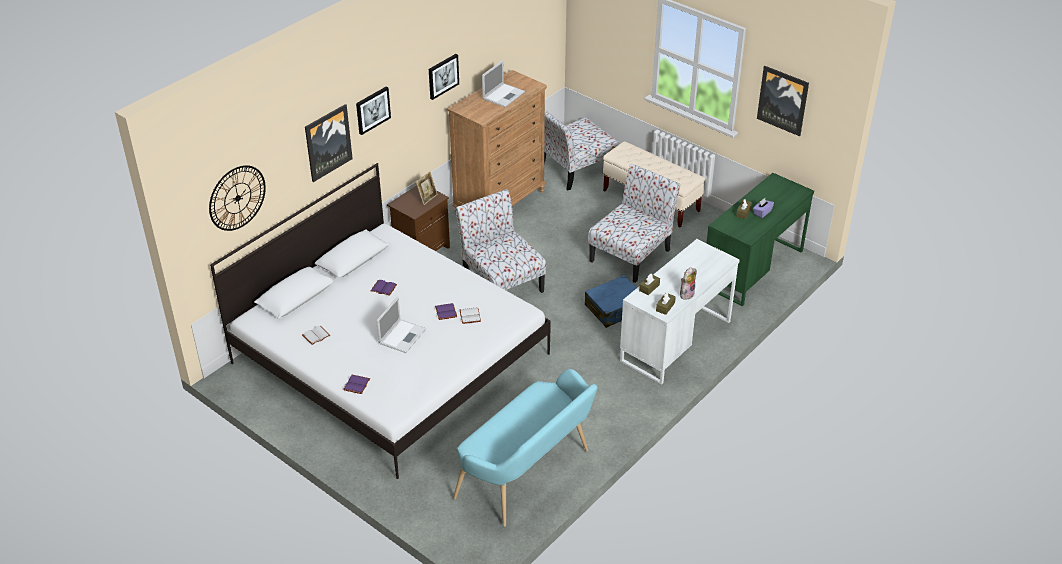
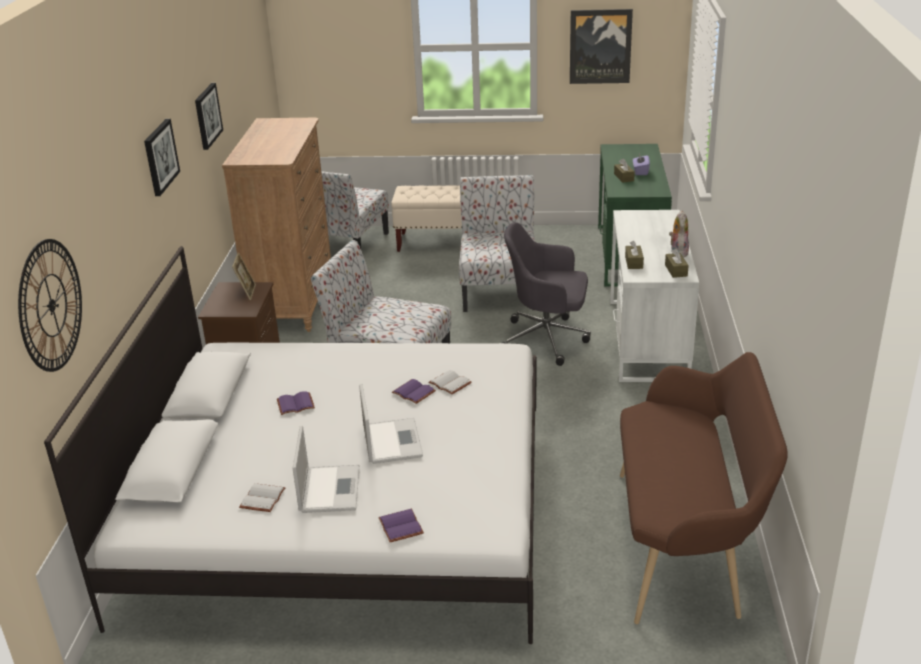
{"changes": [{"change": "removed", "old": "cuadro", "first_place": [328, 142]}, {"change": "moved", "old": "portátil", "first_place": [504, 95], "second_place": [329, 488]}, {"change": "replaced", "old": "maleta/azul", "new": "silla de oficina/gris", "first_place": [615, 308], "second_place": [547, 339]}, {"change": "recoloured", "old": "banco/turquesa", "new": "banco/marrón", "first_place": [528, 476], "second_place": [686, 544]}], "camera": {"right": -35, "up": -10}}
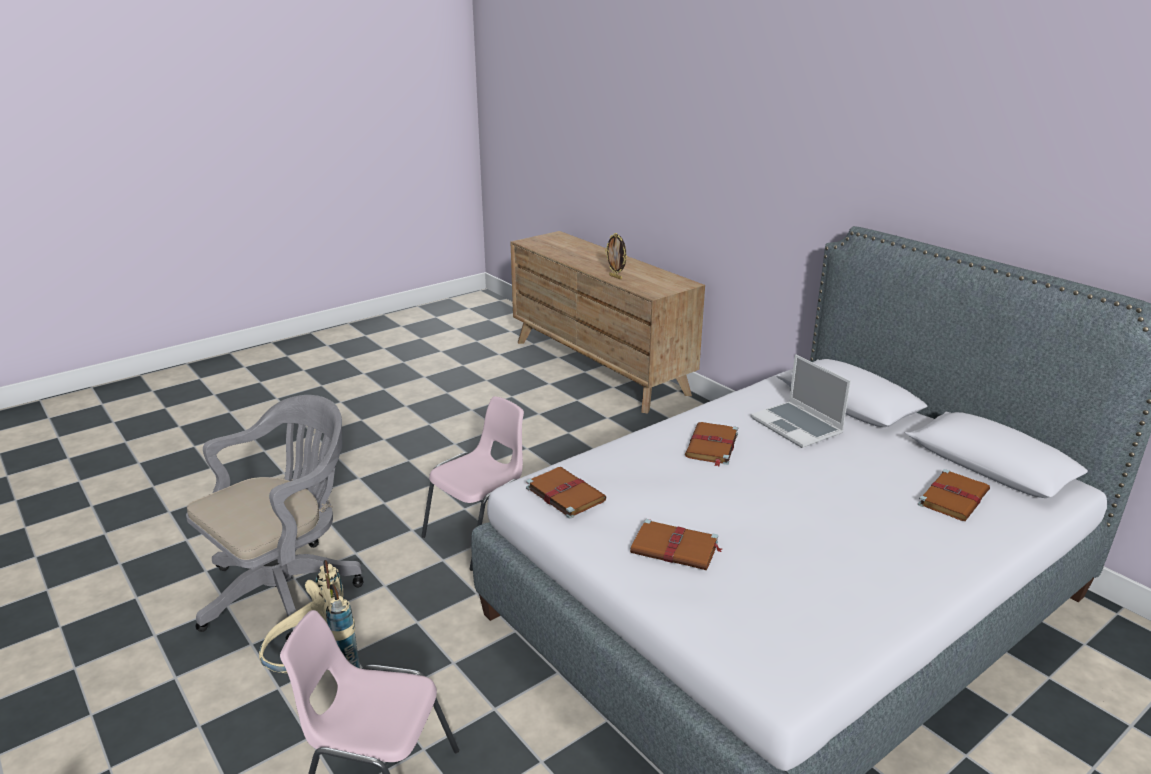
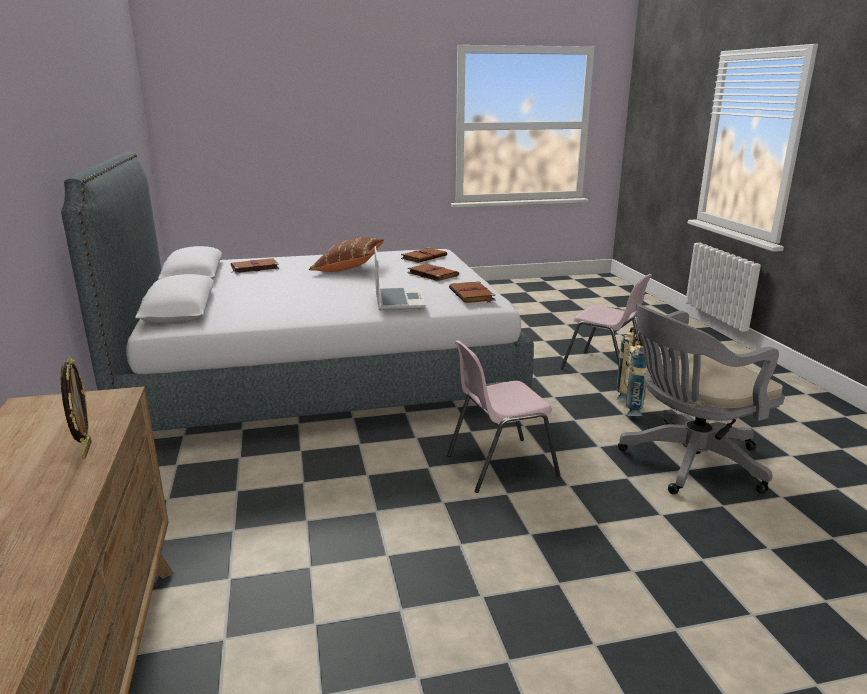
{"changes": [{"change": "added", "new": "cojín/marrón", "second_place": [348, 268]}, {"change": "moved", "old": "libro/marrón", "first_place": [711, 446], "second_place": [424, 257]}, {"change": "moved", "old": "portátil", "first_place": [798, 426], "second_place": [398, 300]}], "camera": {"right": -155, "up": -5}}
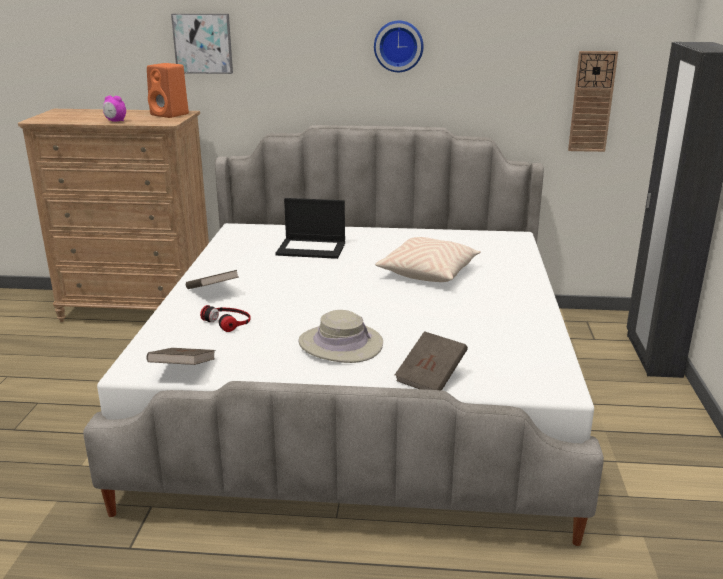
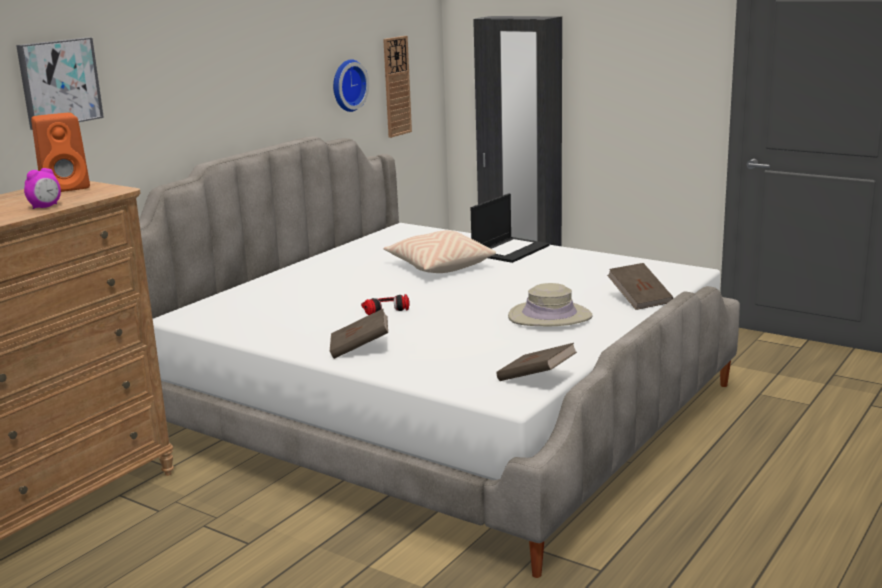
{"changes": [{"change": "moved", "old": "auriculares", "first_place": [229, 321], "second_place": [384, 308]}, {"change": "moved", "old": "portátil", "first_place": [312, 248], "second_place": [510, 250]}, {"change": "moved", "old": "reloj de pared", "first_place": [398, 46], "second_place": [347, 85]}], "camera": {"right": -60, "up": -5}}
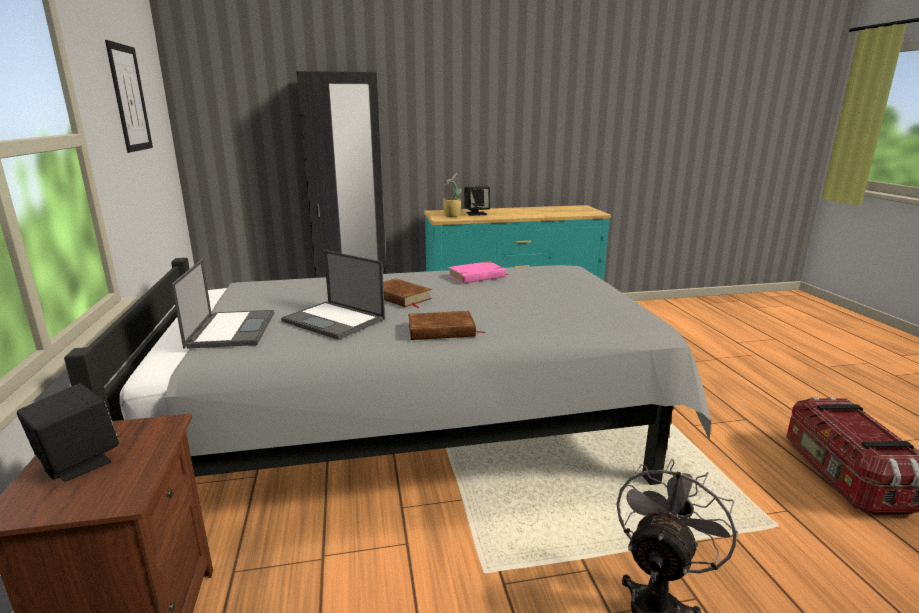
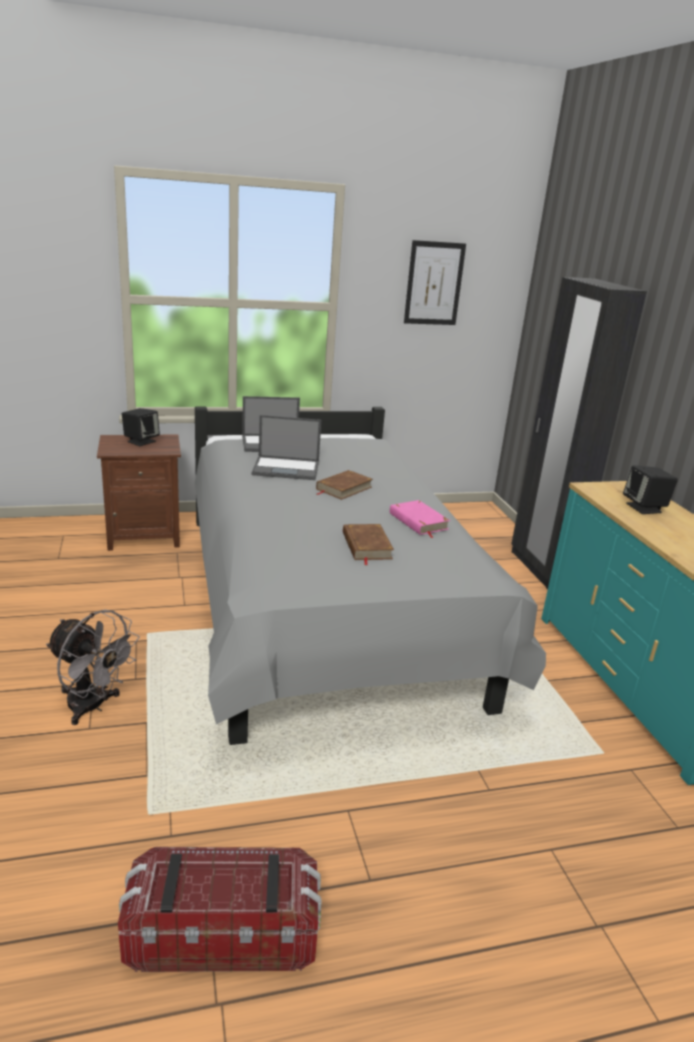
{"changes": [{"change": "removed", "old": "planta en maceta", "first_place": [451, 216]}, {"change": "moved", "old": "libro/marrón", "first_place": [441, 330], "second_place": [366, 546]}, {"change": "turned", "old": "portátil", "first_place": [335, 320], "second_place": [287, 468], "degrees": -120}], "camera": {"right": 85, "up": 5}}
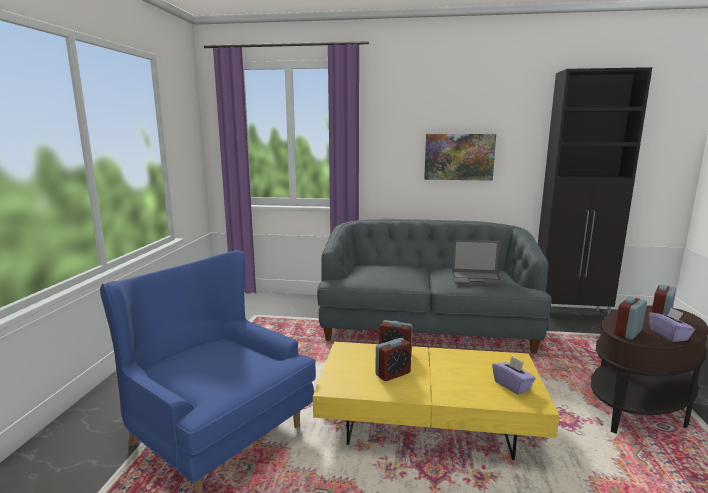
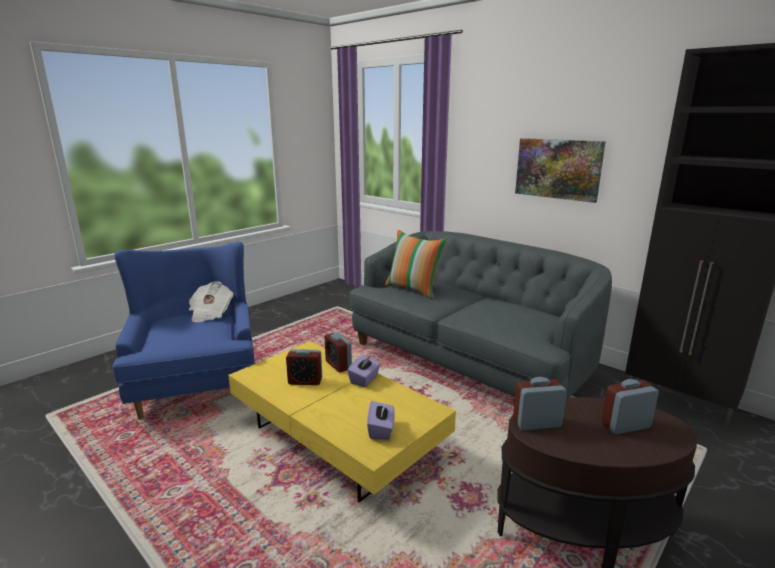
{"changes": [{"change": "removed", "old": "portátil", "first_place": [476, 278]}, {"change": "added", "new": "periódico", "second_place": [210, 313]}, {"change": "added", "new": "cojín", "second_place": [413, 289]}, {"change": "moved", "old": "caja de pañuelos/morado", "first_place": [668, 335], "second_place": [364, 379]}], "camera": {"right": 35, "up": 5}}
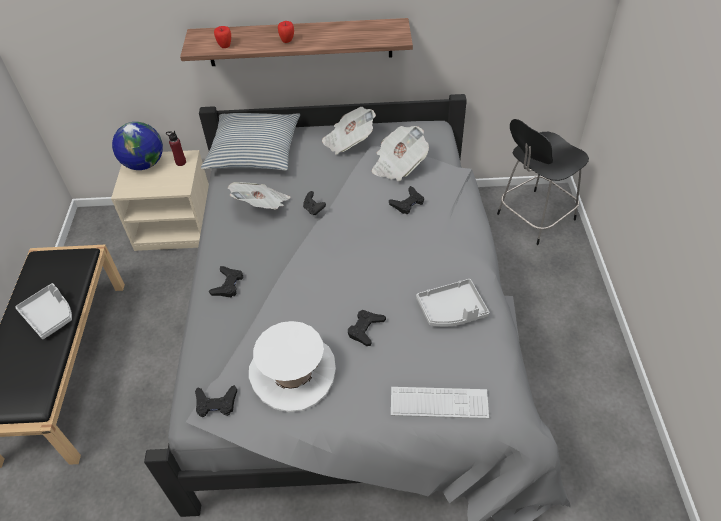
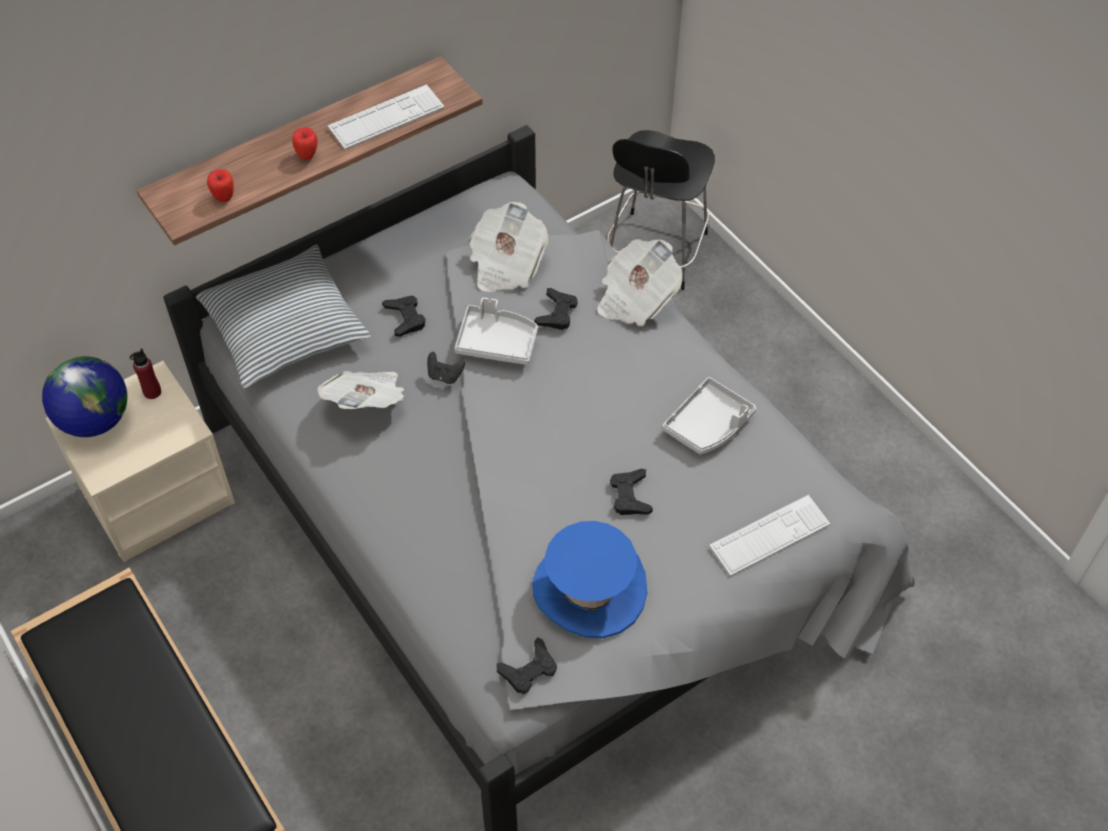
{"changes": [{"change": "added", "new": "teclado", "second_place": [386, 118]}, {"change": "moved", "old": "bandeja/gris", "first_place": [50, 315], "second_place": [497, 342]}, {"change": "moved", "old": "mando de consola/negro", "first_place": [228, 284], "second_place": [405, 318]}, {"change": "moved", "old": "periódico", "first_place": [348, 142], "second_place": [636, 298]}, {"change": "recoloured", "old": "sombrero/blanco", "new": "sombrero/azul", "first_place": [293, 373], "second_place": [589, 589]}], "camera": {"right": -35, "up": 5}}
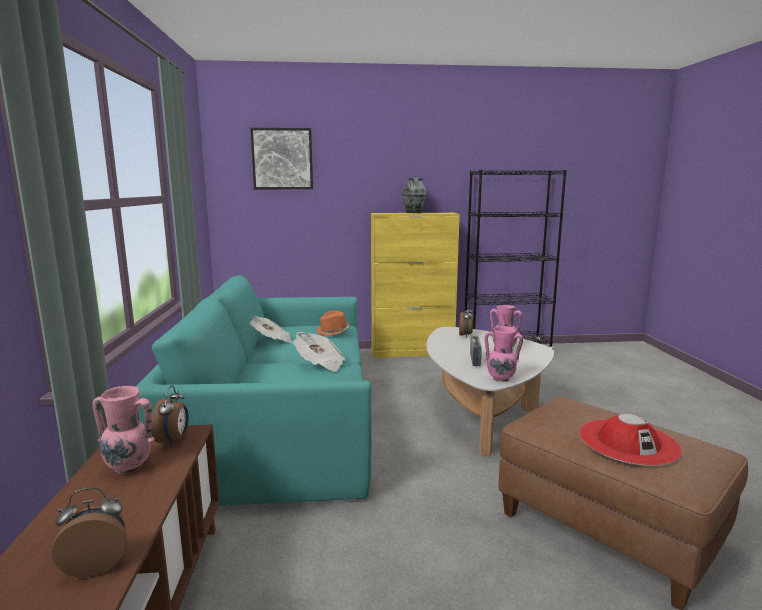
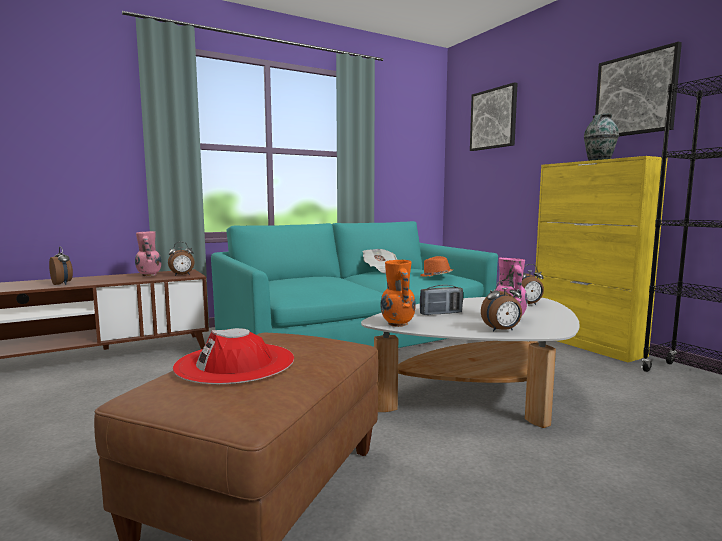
{"changes": [{"change": "removed", "old": "periódico", "first_place": [320, 364]}, {"change": "added", "new": "despertador", "second_place": [502, 330]}, {"change": "added", "new": "cuadro", "second_place": [635, 94]}, {"change": "recoloured", "old": "florero/rosa", "new": "florero/naranja", "first_place": [501, 379], "second_place": [397, 324]}], "camera": {"right": 65, "up": -5}}
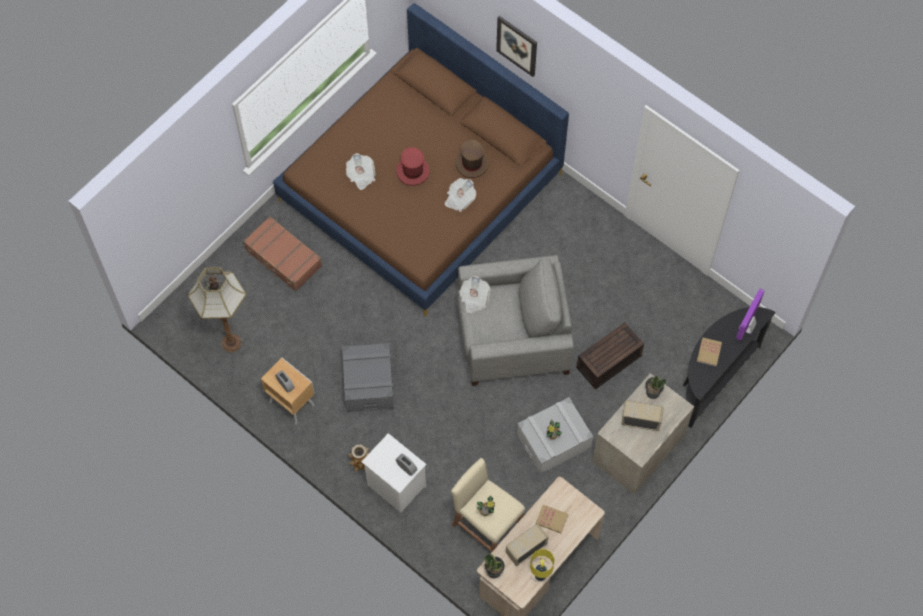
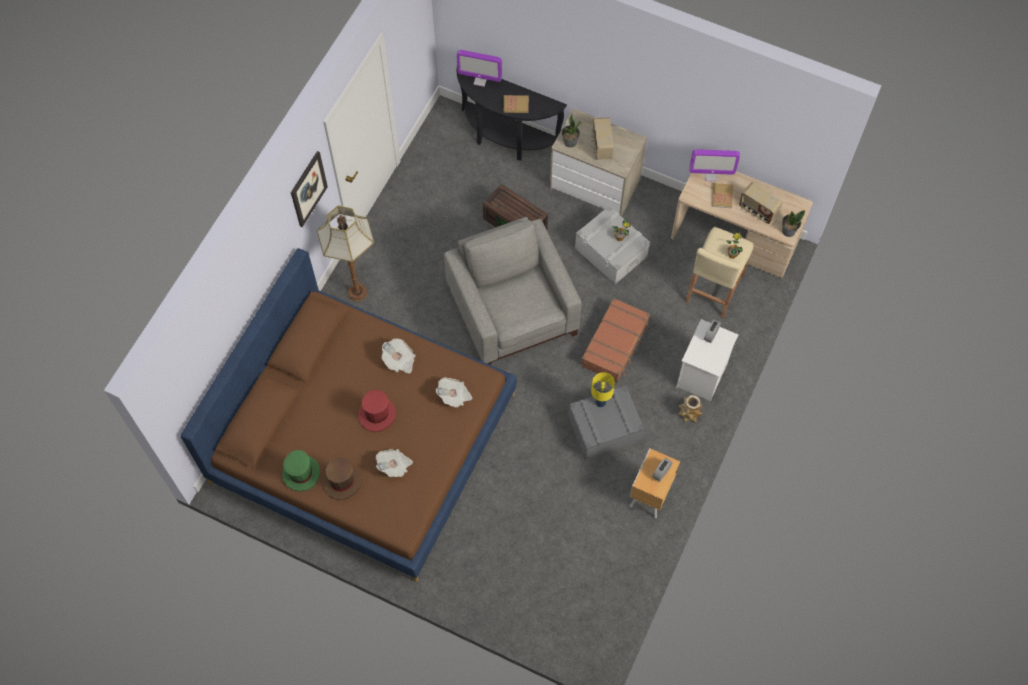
{"changes": [{"change": "added", "new": "sombrero/verde", "second_place": [301, 473]}, {"change": "added", "new": "monitor", "second_place": [710, 175]}, {"change": "moved", "old": "lámpara de pie", "first_place": [231, 344], "second_place": [358, 292]}, {"change": "moved", "old": "maleta/marrón", "first_place": [283, 258], "second_place": [615, 344]}, {"change": "moved", "old": "sombrero/marrón", "first_place": [471, 164], "second_place": [342, 482]}, {"change": "moved", "old": "periódico", "first_place": [474, 299], "second_place": [454, 396]}, {"change": "moved", "old": "cuadro", "first_place": [517, 45], "second_place": [308, 189]}, {"change": "moved", "old": "lámpara de mesa/amarillo", "first_place": [540, 575], "second_place": [600, 402]}], "camera": {"right": -105, "up": 0}}
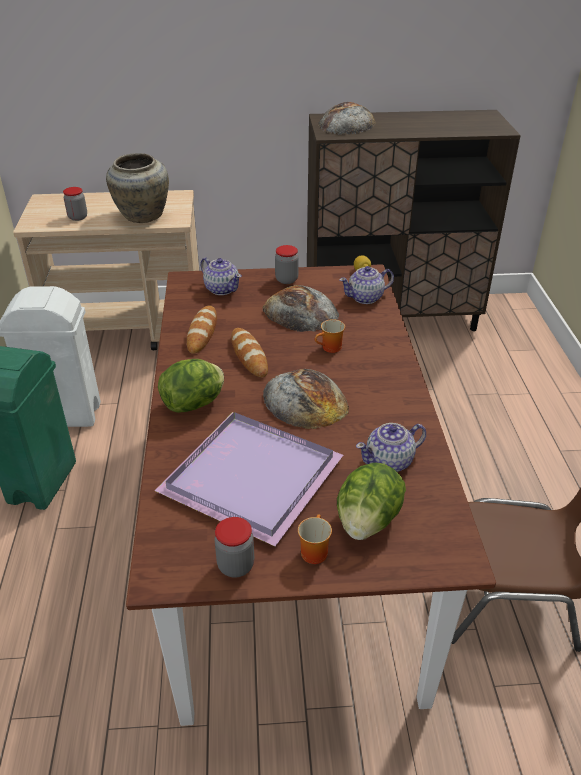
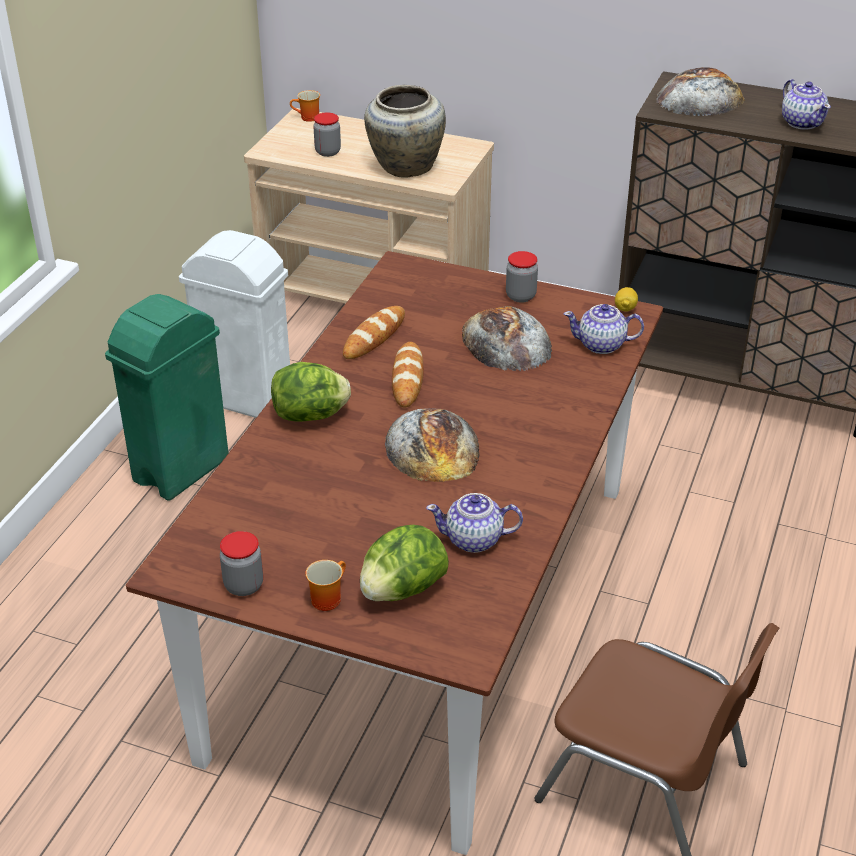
{"changes": [{"change": "removed", "old": "bandeja/morado", "first_place": [251, 474]}, {"change": "moved", "old": "tetera", "first_place": [222, 289], "second_place": [802, 122]}, {"change": "moved", "old": "taza grande", "first_place": [330, 348], "second_place": [307, 118]}], "camera": {"right": 25, "up": 0}}
